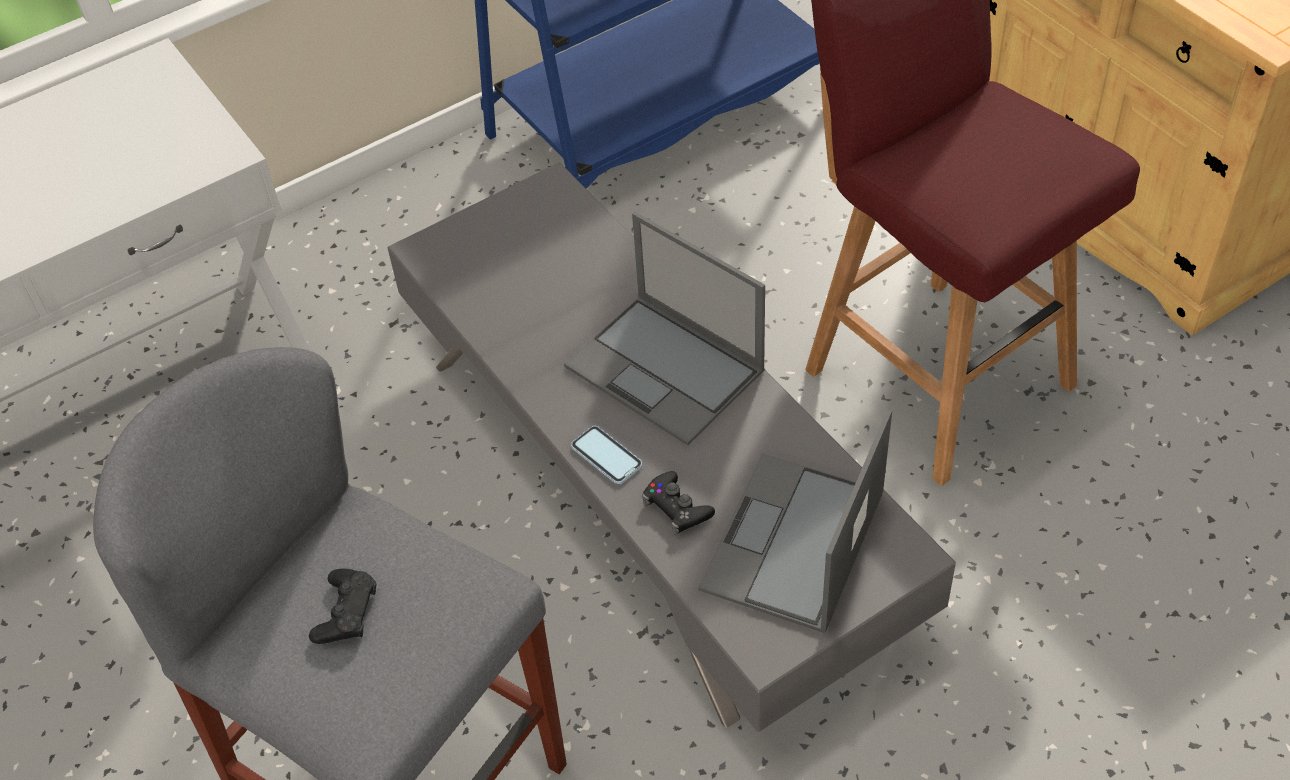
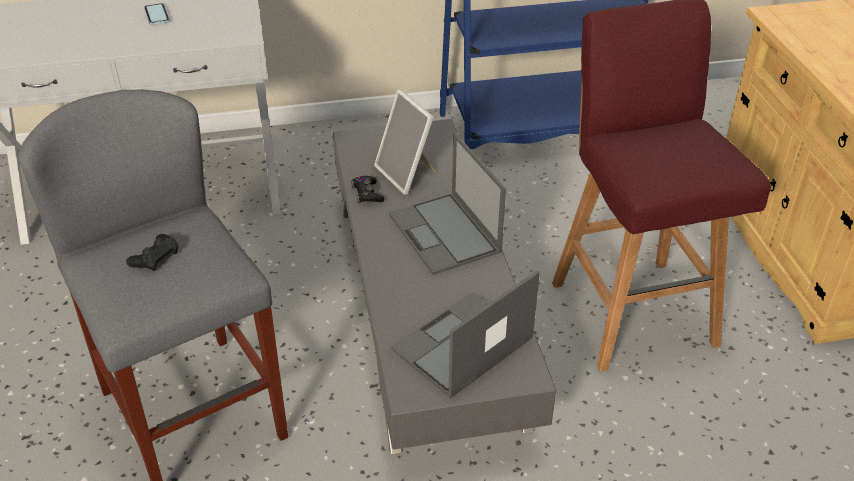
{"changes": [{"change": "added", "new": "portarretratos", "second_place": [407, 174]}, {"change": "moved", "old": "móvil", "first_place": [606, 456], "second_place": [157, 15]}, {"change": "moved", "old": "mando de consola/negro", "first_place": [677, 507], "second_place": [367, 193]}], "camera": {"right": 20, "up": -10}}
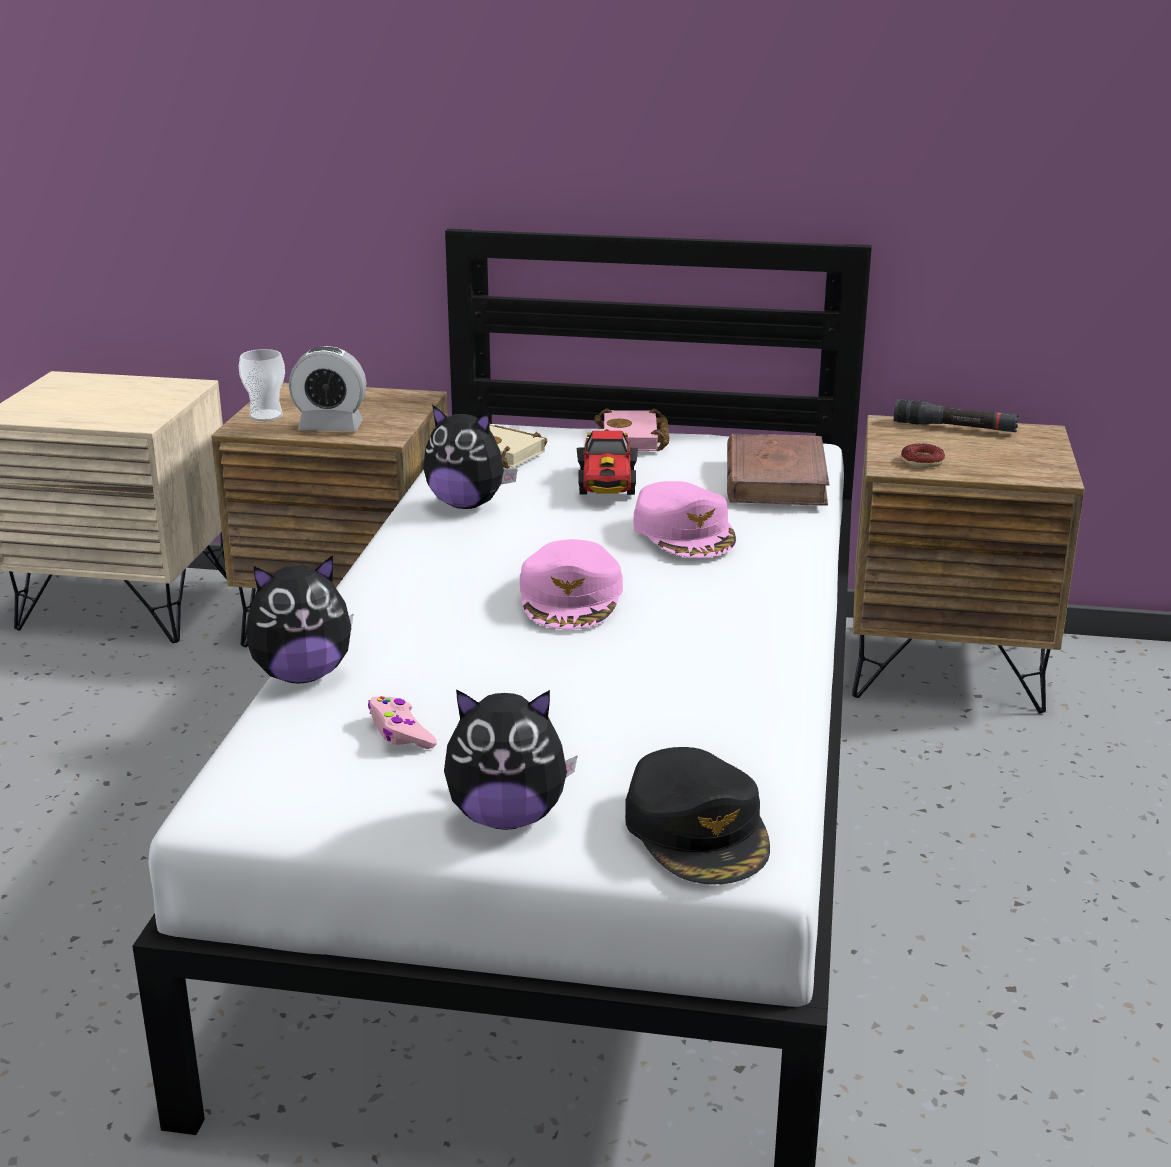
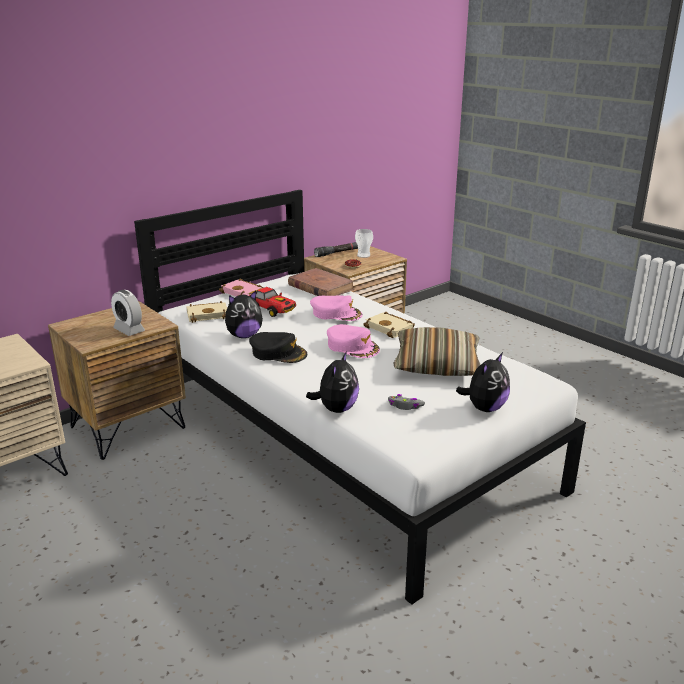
{"changes": [{"change": "added", "new": "libro/beis", "second_place": [391, 328]}, {"change": "added", "new": "cojín", "second_place": [437, 364]}, {"change": "moved", "old": "taza", "first_place": [266, 415], "second_place": [363, 255]}, {"change": "moved", "old": "gorra/negro", "first_place": [698, 830], "second_place": [278, 353]}, {"change": "recoloured", "old": "mando de consola/rosa", "new": "mando de consola/gris", "first_place": [400, 733], "second_place": [405, 406]}, {"change": "turned", "old": "despertador", "first_place": [330, 427], "second_place": [129, 330], "degrees": 90}], "camera": {"right": -50, "up": 0}}
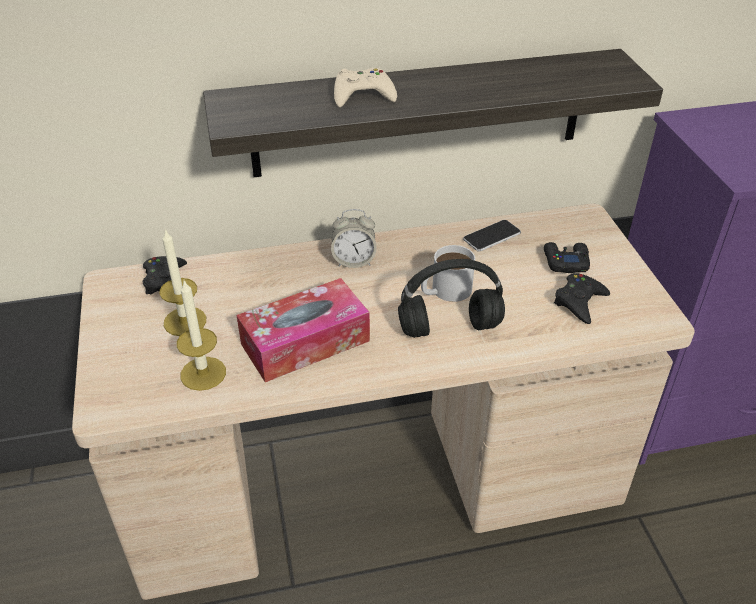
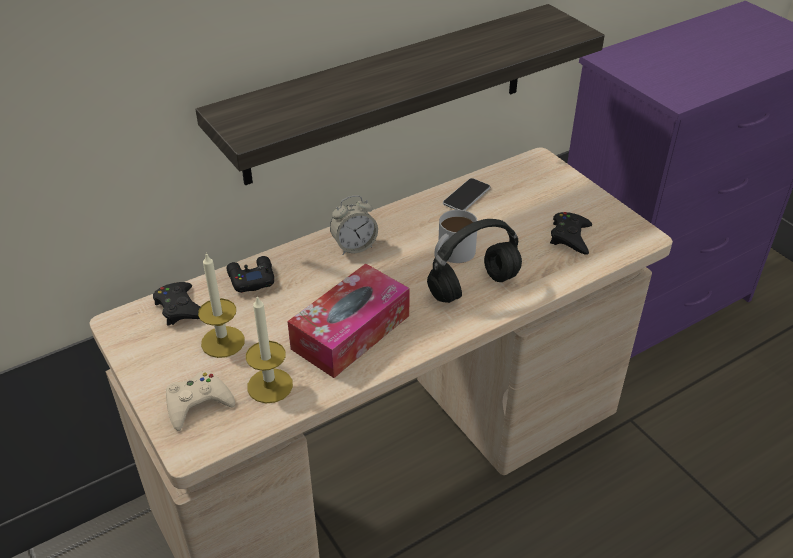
{"changes": [{"change": "moved", "old": "mando de consola/beis", "first_place": [363, 95], "second_place": [198, 403]}, {"change": "moved", "old": "mando de consola/negro", "first_place": [565, 261], "second_place": [251, 278]}], "camera": {"right": -20, "up": 0}}
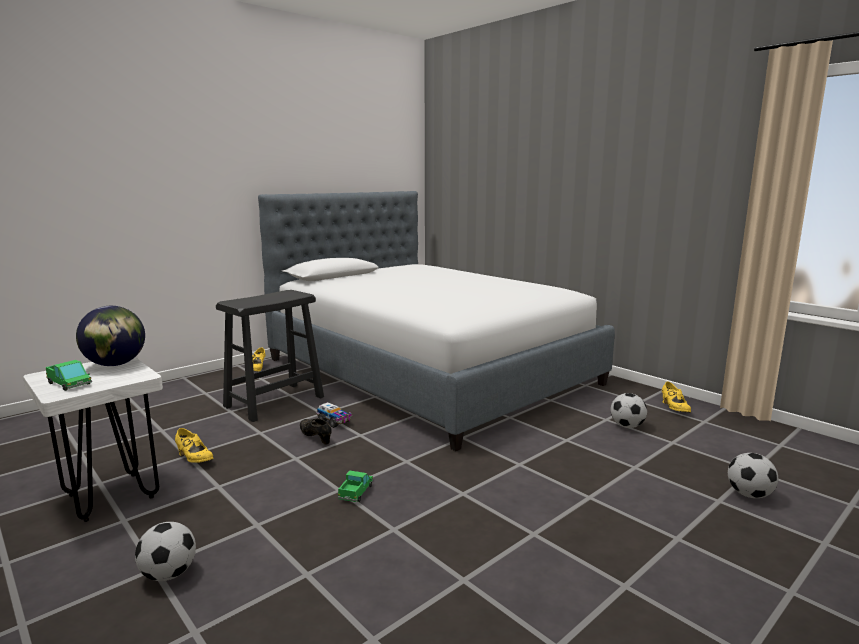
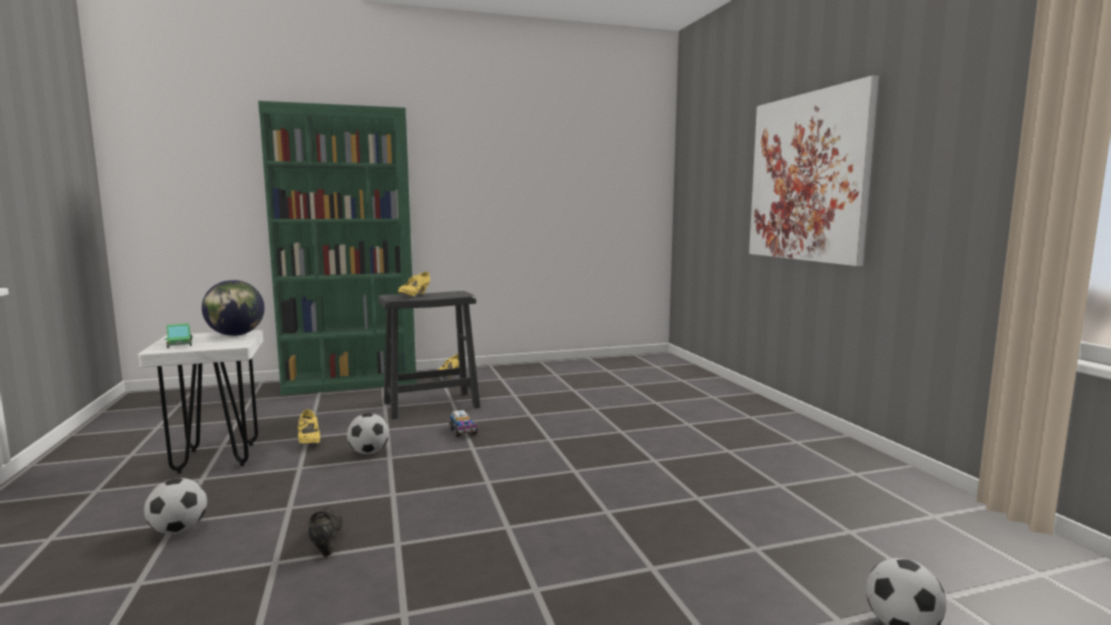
{"changes": [{"change": "removed", "old": "cama", "first_place": [428, 371]}, {"change": "removed", "old": "camión de juguete", "first_place": [356, 492]}, {"change": "added", "new": "estantería/verde", "second_place": [352, 382]}, {"change": "added", "new": "cuadro", "second_place": [807, 178]}, {"change": "moved", "old": "zapato/negro", "first_place": [316, 438], "second_place": [326, 541]}, {"change": "moved", "old": "balón de fútbol", "first_place": [627, 426], "second_place": [369, 452]}, {"change": "moved", "old": "zapato/amarillo", "first_place": [674, 409], "second_place": [414, 296]}], "camera": {"right": 25, "up": -5}}
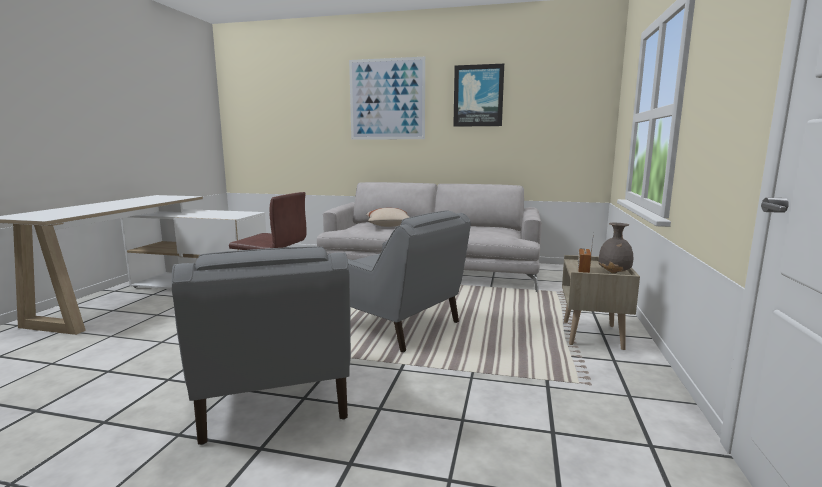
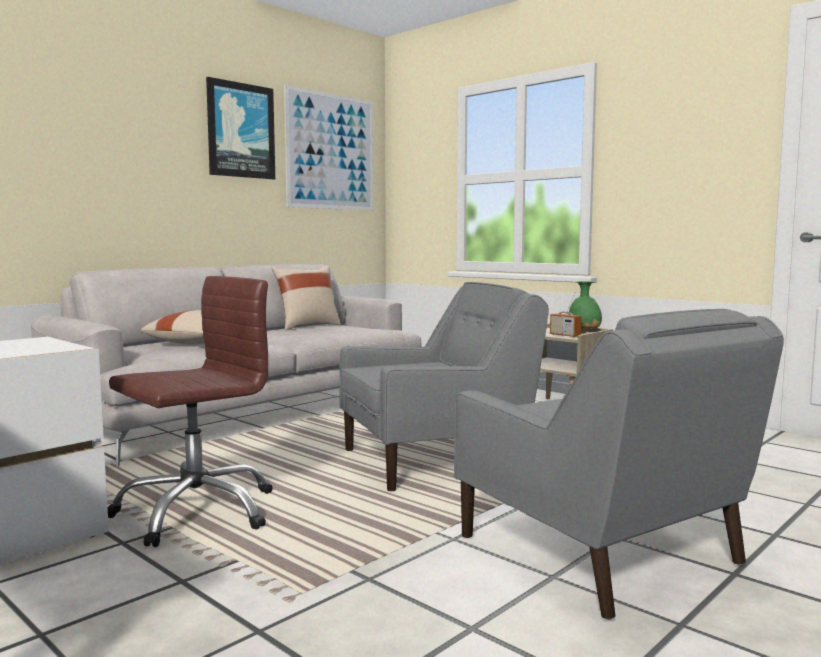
{"changes": [{"change": "added", "new": "cojín/beis", "second_place": [307, 326]}, {"change": "moved", "old": "cuadro", "first_place": [387, 99], "second_place": [331, 152]}, {"change": "recoloured", "old": "florero/gris", "new": "florero/verde", "first_place": [615, 273], "second_place": [584, 333]}, {"change": "turned", "old": "sillón/gris", "first_place": [274, 396], "second_place": [600, 552], "degrees": 45}], "camera": {"right": -60, "up": -5}}
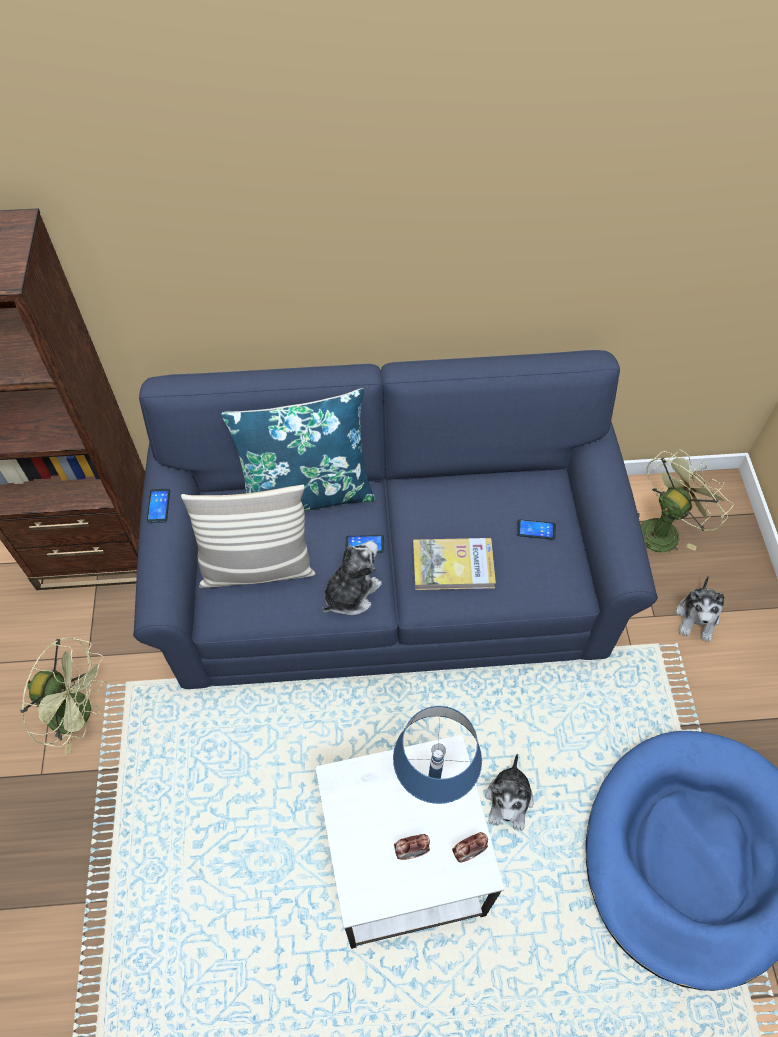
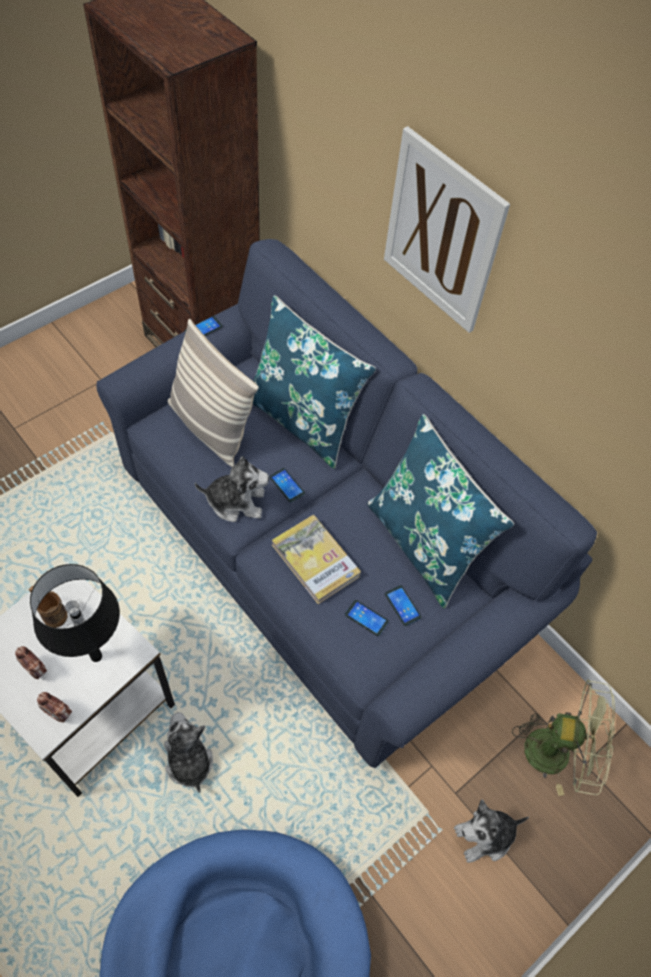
{"changes": [{"change": "removed", "old": "ventilador/verde", "first_place": [80, 713]}, {"change": "added", "new": "taza grande/marrón", "second_place": [51, 613]}, {"change": "added", "new": "móvil", "second_place": [366, 618]}, {"change": "added", "new": "cojín/azul", "second_place": [423, 544]}, {"change": "added", "new": "cuadro", "second_place": [442, 233]}, {"change": "recoloured", "old": "lámpara de mesa/azul", "new": "lámpara de mesa/negro", "first_place": [432, 789], "second_place": [97, 656]}, {"change": "turned", "old": "peluche", "first_place": [509, 800], "second_place": [188, 760], "degrees": 90}], "camera": {"right": 50, "up": 0}}
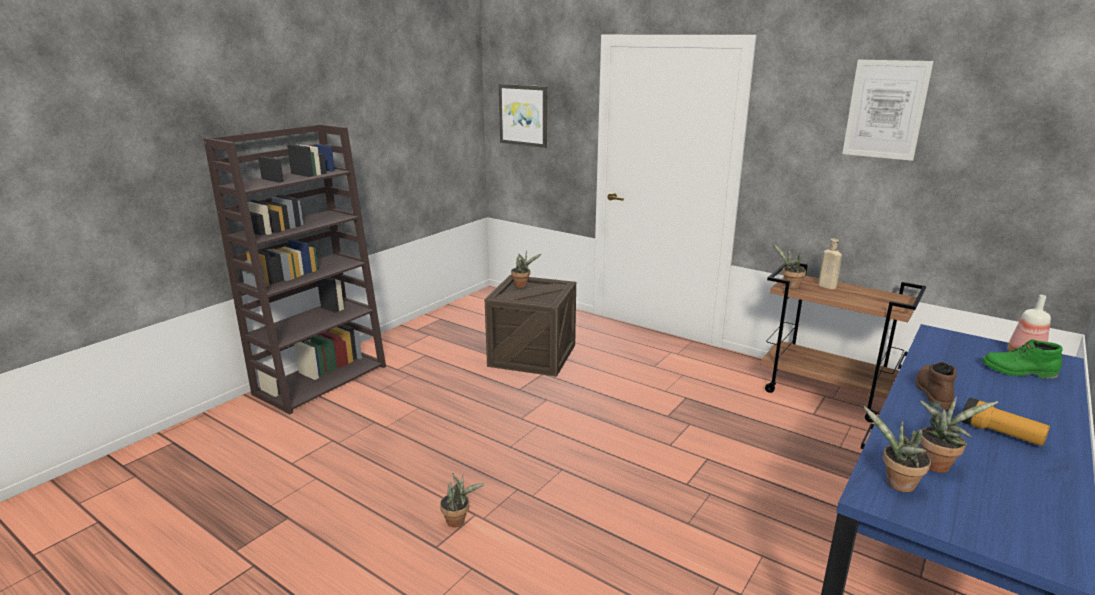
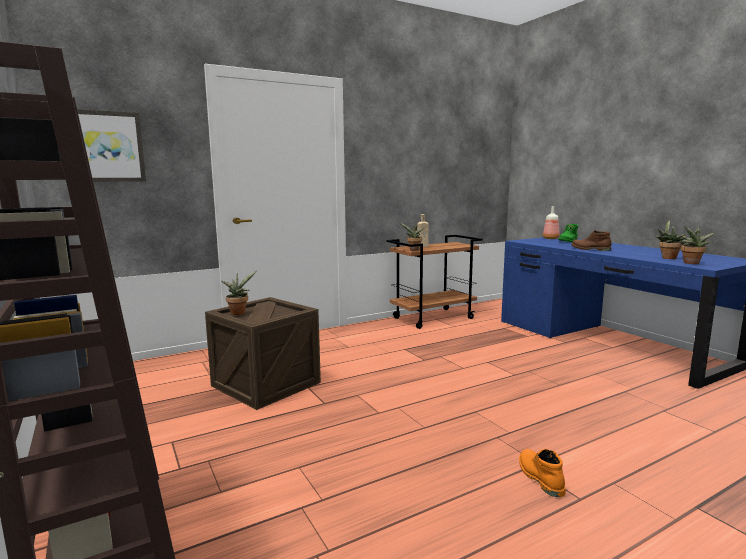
{"changes": [{"change": "removed", "old": "cuadro", "first_place": [885, 109]}, {"change": "removed", "old": "linterna", "first_place": [1000, 433]}, {"change": "replaced", "old": "planta en maceta", "new": "bota/naranja", "first_place": [458, 521], "second_place": [539, 477]}], "camera": {"right": -65, "up": -10}}
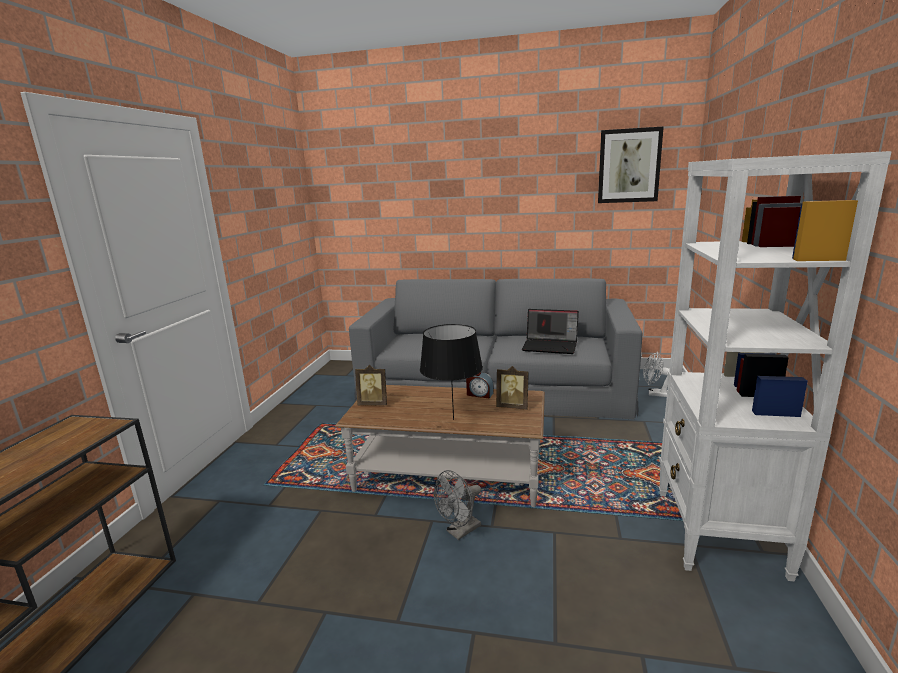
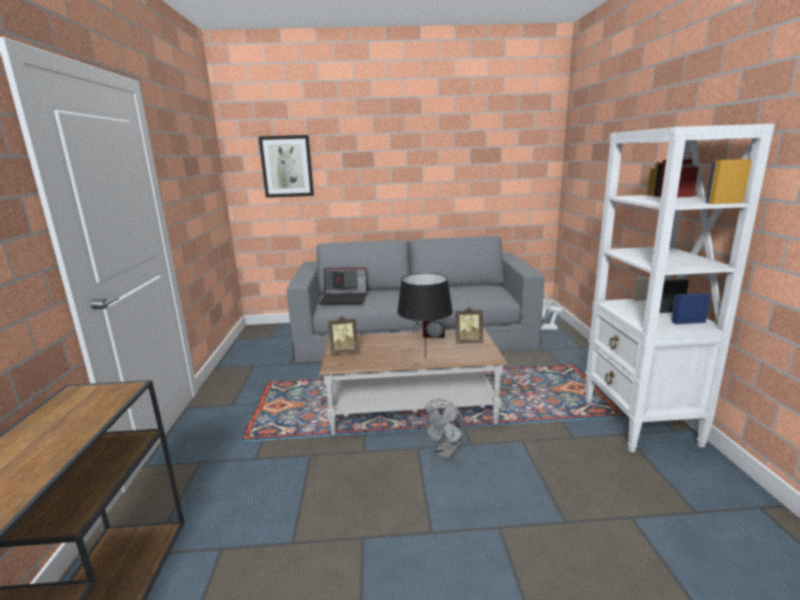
{"changes": [{"change": "moved", "old": "portátil", "first_place": [550, 346], "second_place": [344, 299]}, {"change": "moved", "old": "cuadro", "first_place": [629, 166], "second_place": [287, 166]}], "camera": {"right": -15, "up": 0}}
